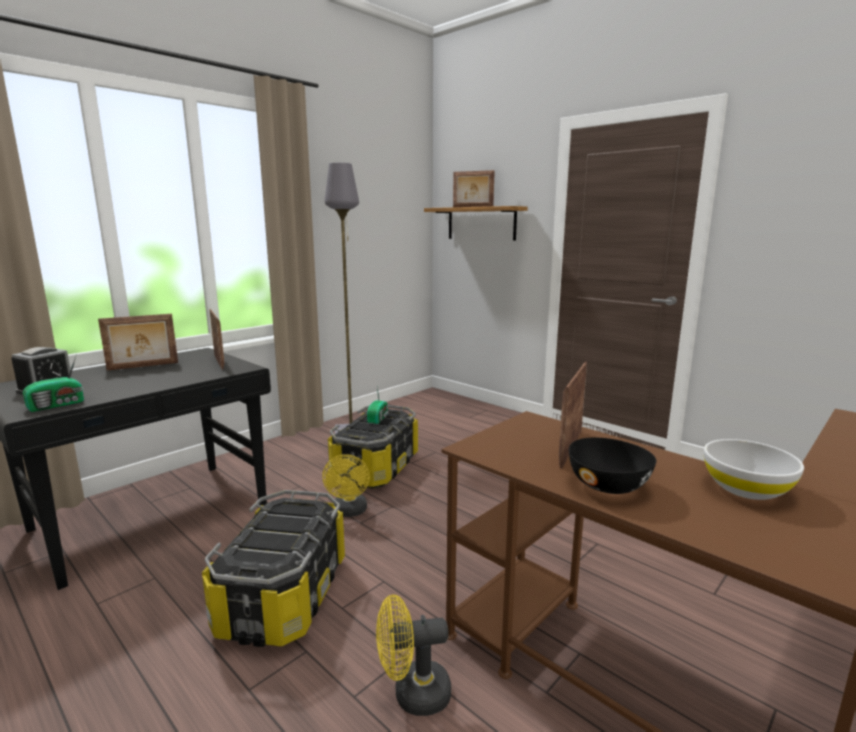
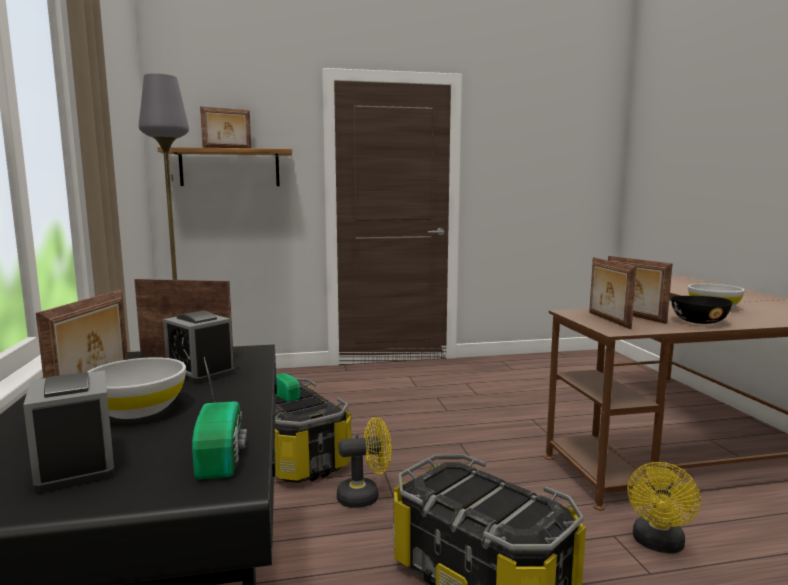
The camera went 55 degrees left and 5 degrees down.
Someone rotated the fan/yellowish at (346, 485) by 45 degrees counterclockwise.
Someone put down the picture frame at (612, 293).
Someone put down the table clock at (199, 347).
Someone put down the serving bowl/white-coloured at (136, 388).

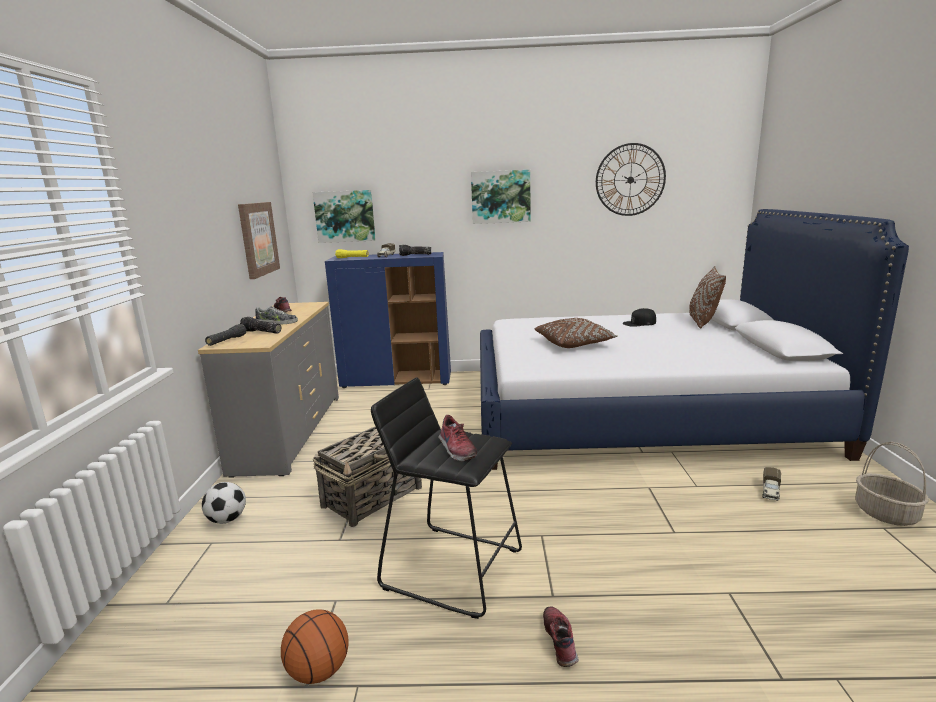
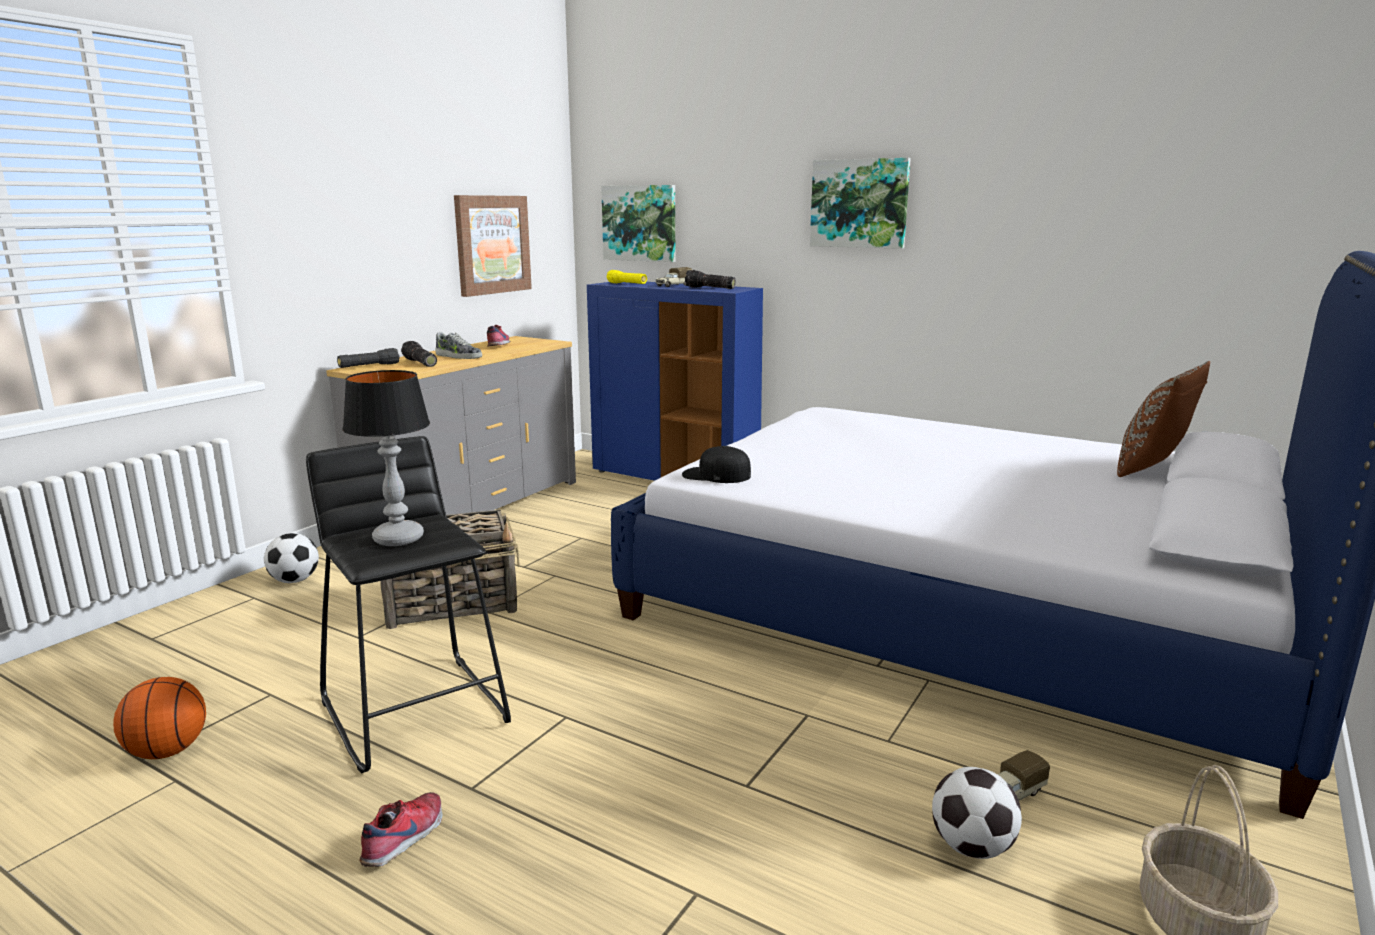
The camera went 30 degrees right and 0 degrees up.
Someone took away the clock on the wall at (631, 179).
Someone carried the peaked cap/black from (639, 317) to (716, 464).
Someone took away the pillow/brown at (576, 333).
Someone swapped the low shoe at (457, 438) for the tabletop lamp at (386, 458).
Someone put down the football ball at (977, 813).

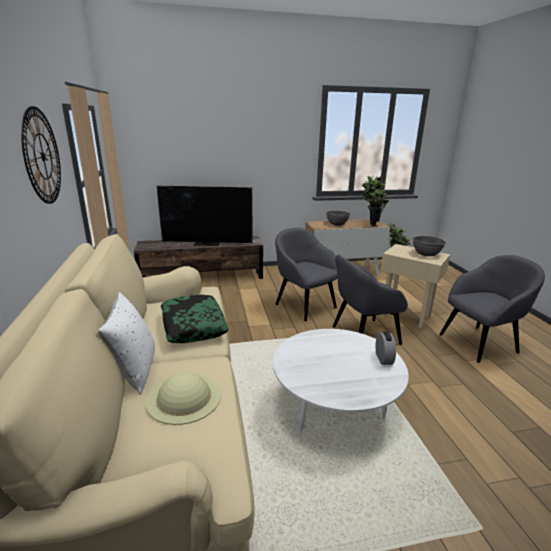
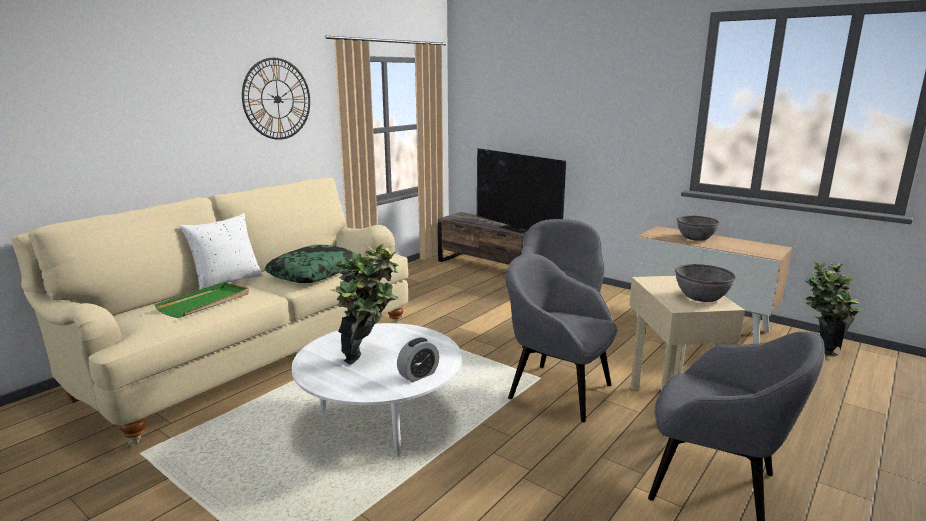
The camera went 50 degrees right and 5 degrees down.
Someone carried the houseplant from (375, 201) to (365, 304).
Someone swapped the clothing hat/beige at (183, 398) for the carrying tray/greenish at (201, 300).

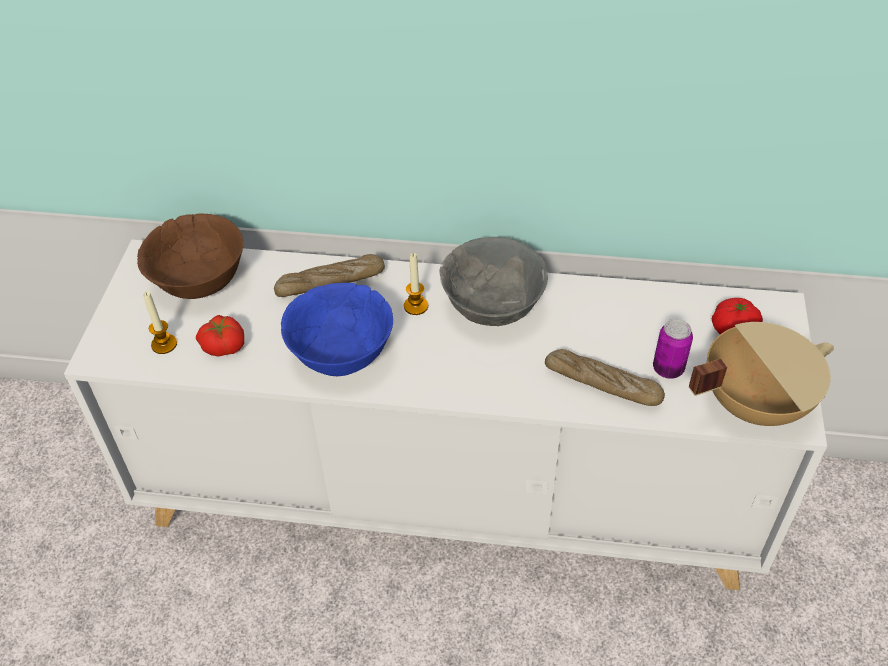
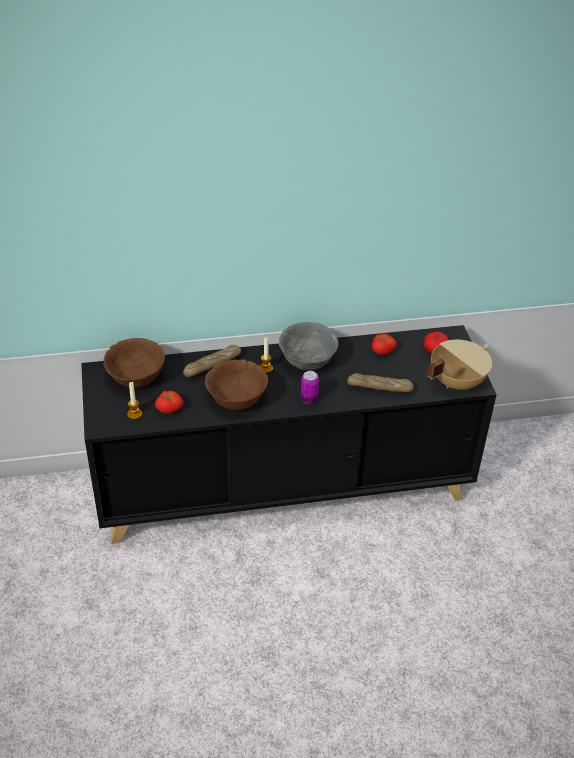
The camera went 20 degrees left and 5 degrees down.
Someone repainted the storage cabinet/white-coloured at (445, 415), which became the storage cabinet/black at (289, 434).
Someone repainted the serving bowl/bluish at (337, 329), which became the serving bowl/brown at (236, 384).
Someone carried the metal can from (673, 349) to (310, 387).
Someone put down the whole tomato at (384, 344).

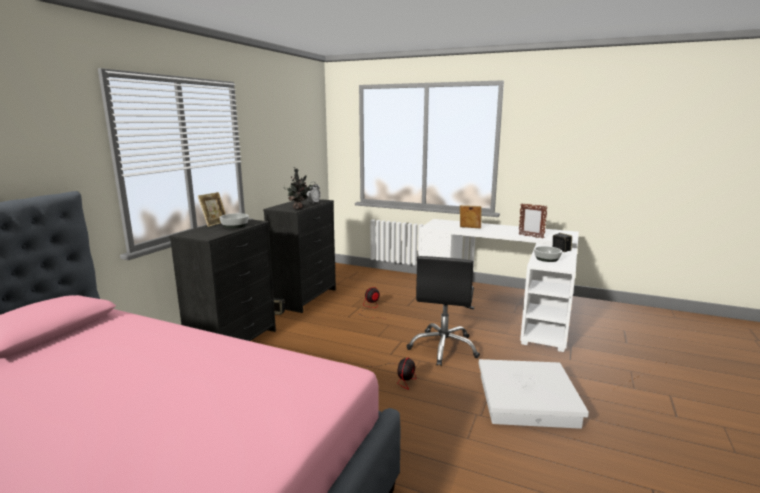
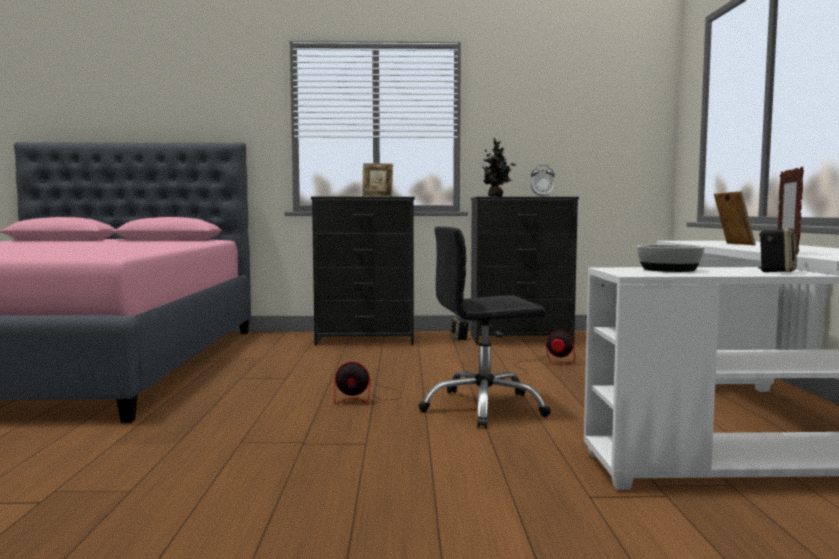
The camera went 65 degrees right and 10 degrees down.
Someone took away the serving bowl at (234, 221).
Someone took away the storage bin/white-coloured at (534, 394).

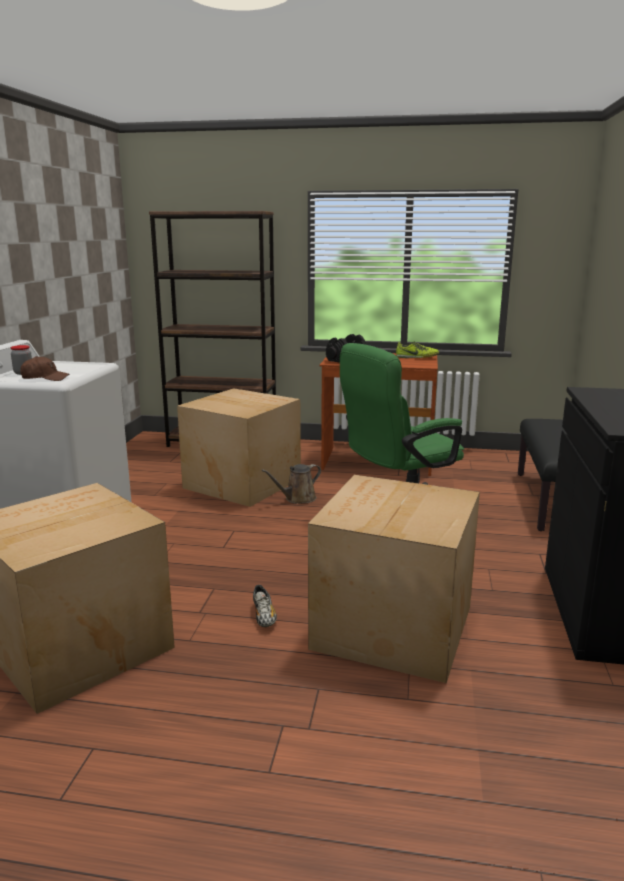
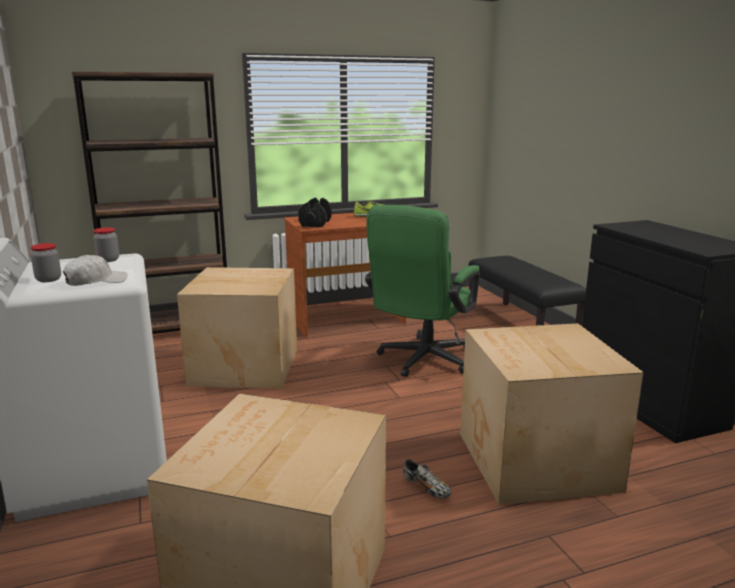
The camera went 30 degrees left and 0 degrees up.
Someone repainted the peaked cap/brown at (45, 368), which became the peaked cap/white-coloured at (95, 270).
Someone took away the watering pot/brown at (291, 484).
Someone put down the jar at (106, 244).

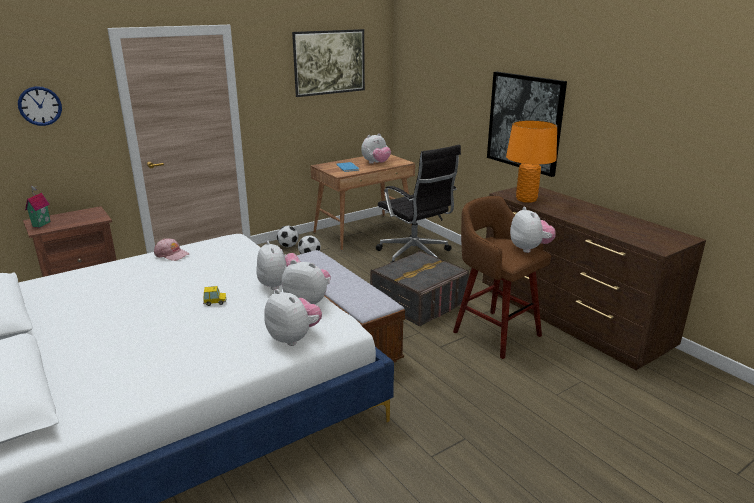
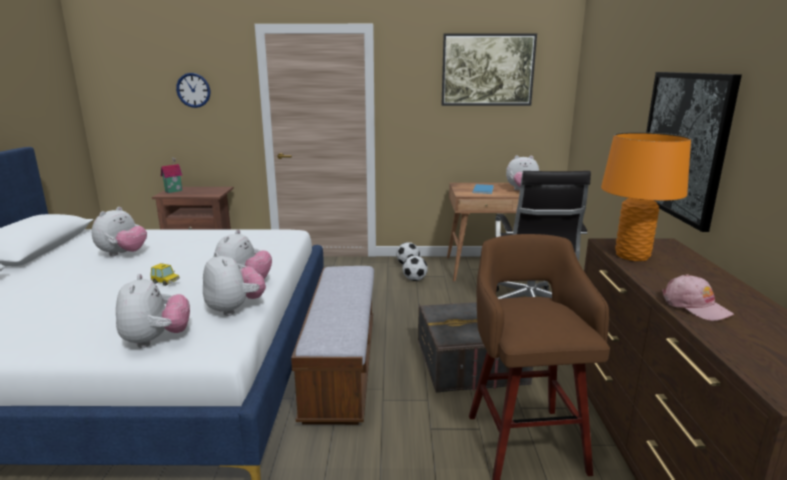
The camera went 35 degrees right and 5 degrees down.
Someone carried the cuddly toy from (533, 230) to (119, 231).
Someone carried the peaked cap/pink-coloured from (171, 249) to (698, 297).

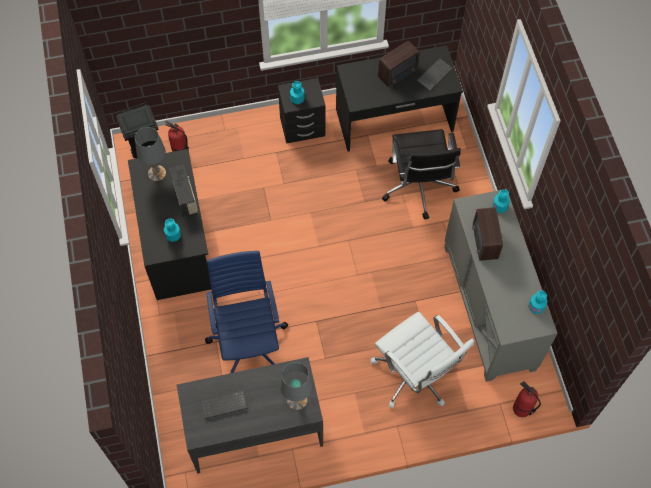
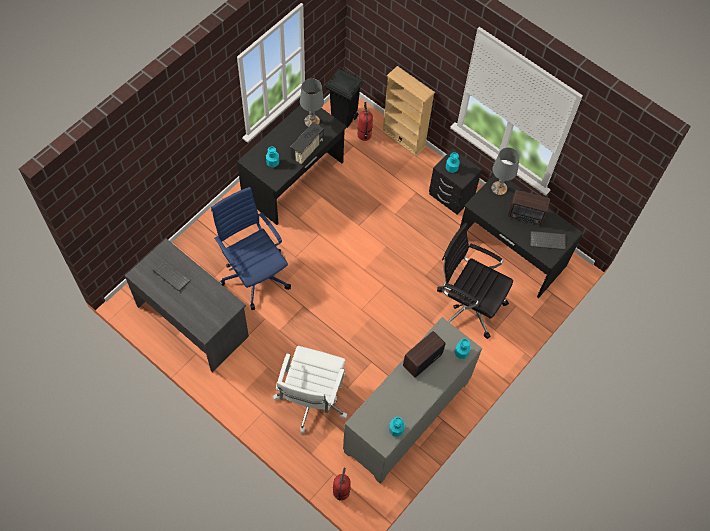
The camera went 50 degrees right and 0 degrees up.
Someone rotated the computer chair/black at (421, 174) by 75 degrees clockwise.
Someone rotated the computer chair/bluish at (246, 312) by 75 degrees counterclockwise.
Someone carried the tabletop lamp/gray from (296, 386) to (505, 171).
Someone put down the bookshelf/beige at (408, 111).

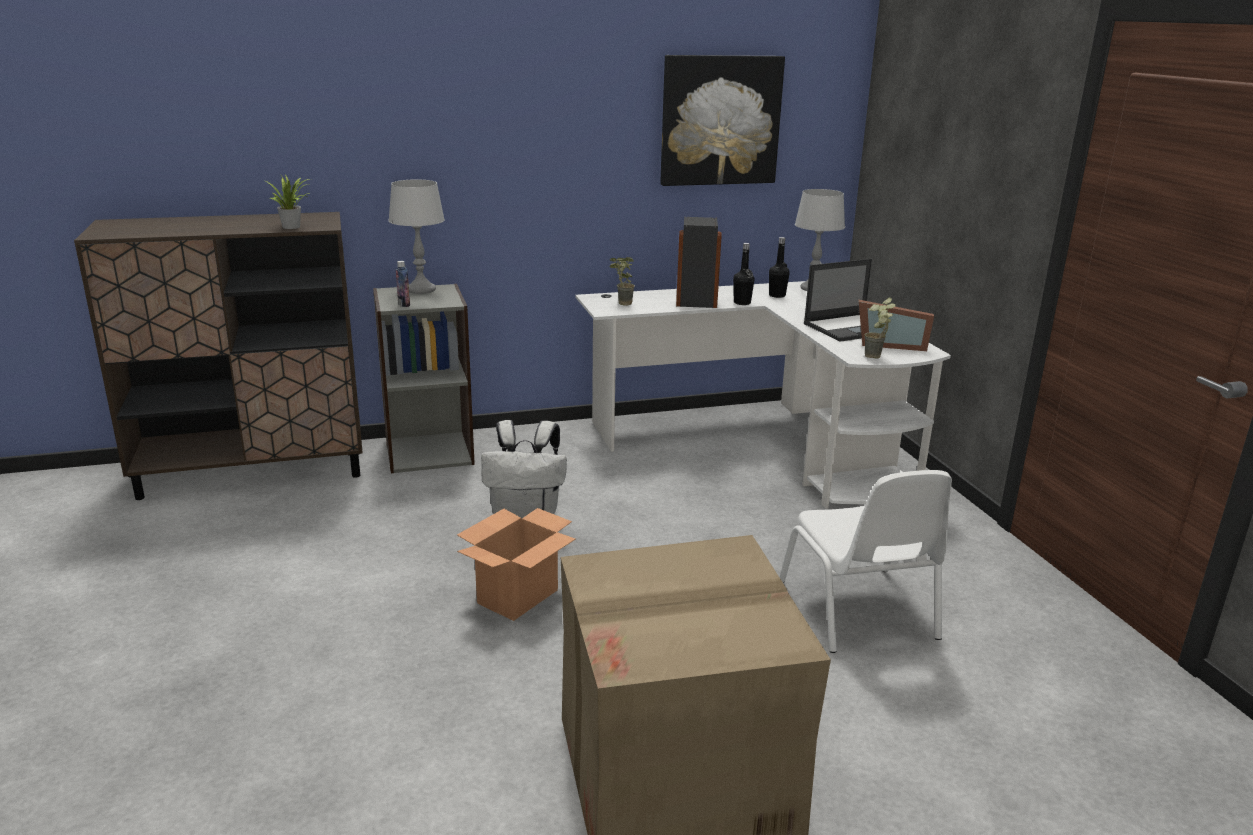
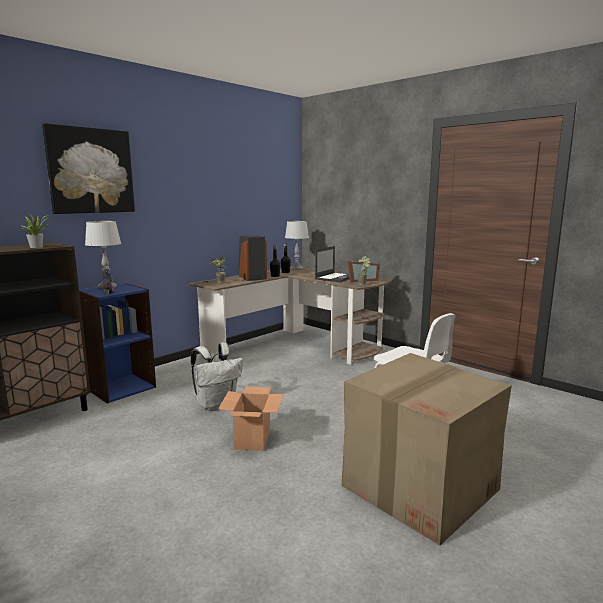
The camera went 30 degrees left and 10 degrees down.
Someone carried the wall picture from (722, 120) to (88, 168).
Someone repainted the desk/white-coloured at (763, 395), which became the desk/brown at (288, 316).
Someone repainted the bookshelf/gray at (424, 379), which became the bookshelf/bluish at (117, 343).

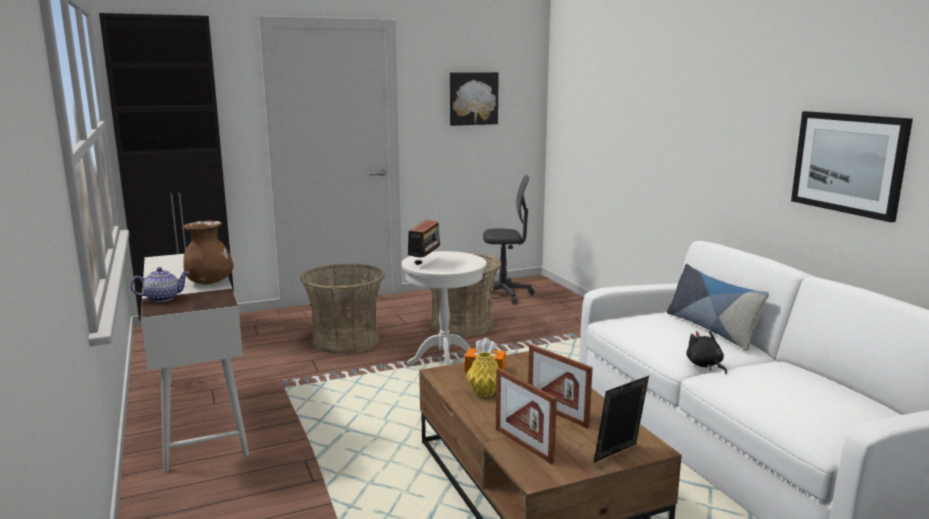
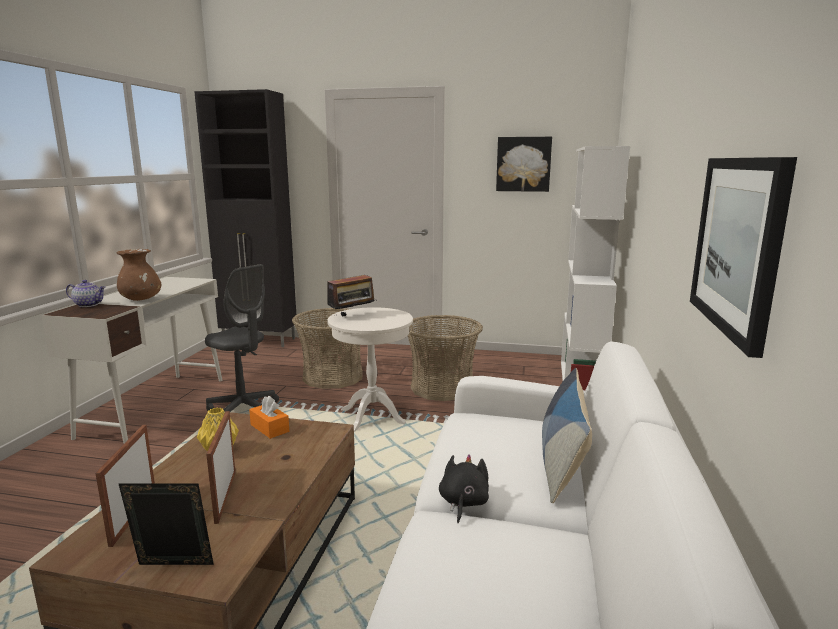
The camera went 35 degrees right and 0 degrees up.
Someone carried the computer chair/gray from (507, 239) to (242, 338).
Someone put down the bookshelf/white-coloured at (595, 268).

